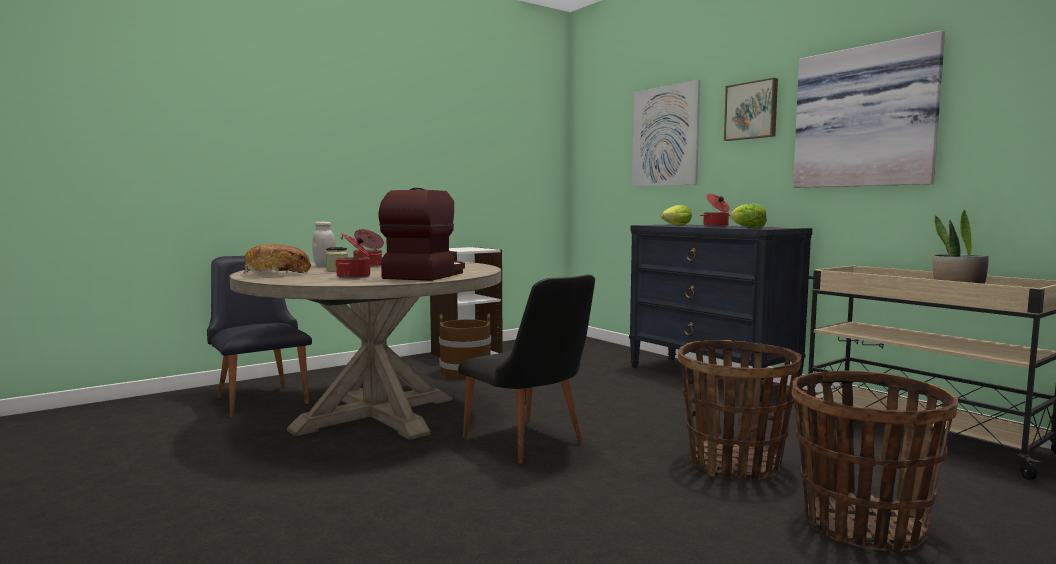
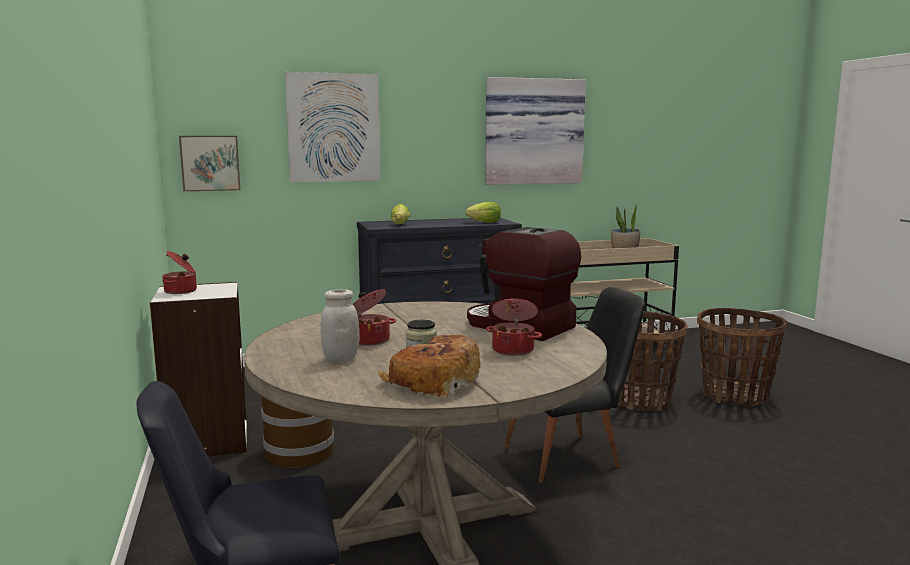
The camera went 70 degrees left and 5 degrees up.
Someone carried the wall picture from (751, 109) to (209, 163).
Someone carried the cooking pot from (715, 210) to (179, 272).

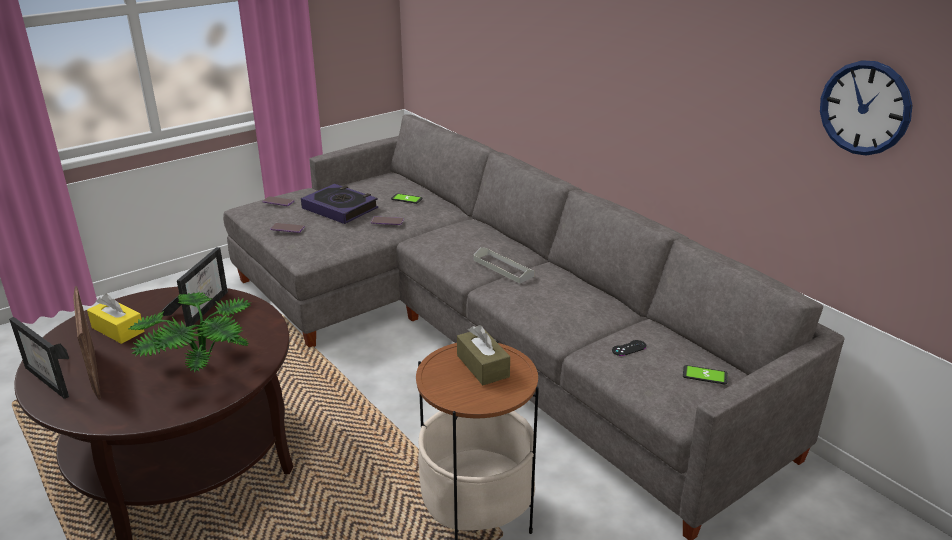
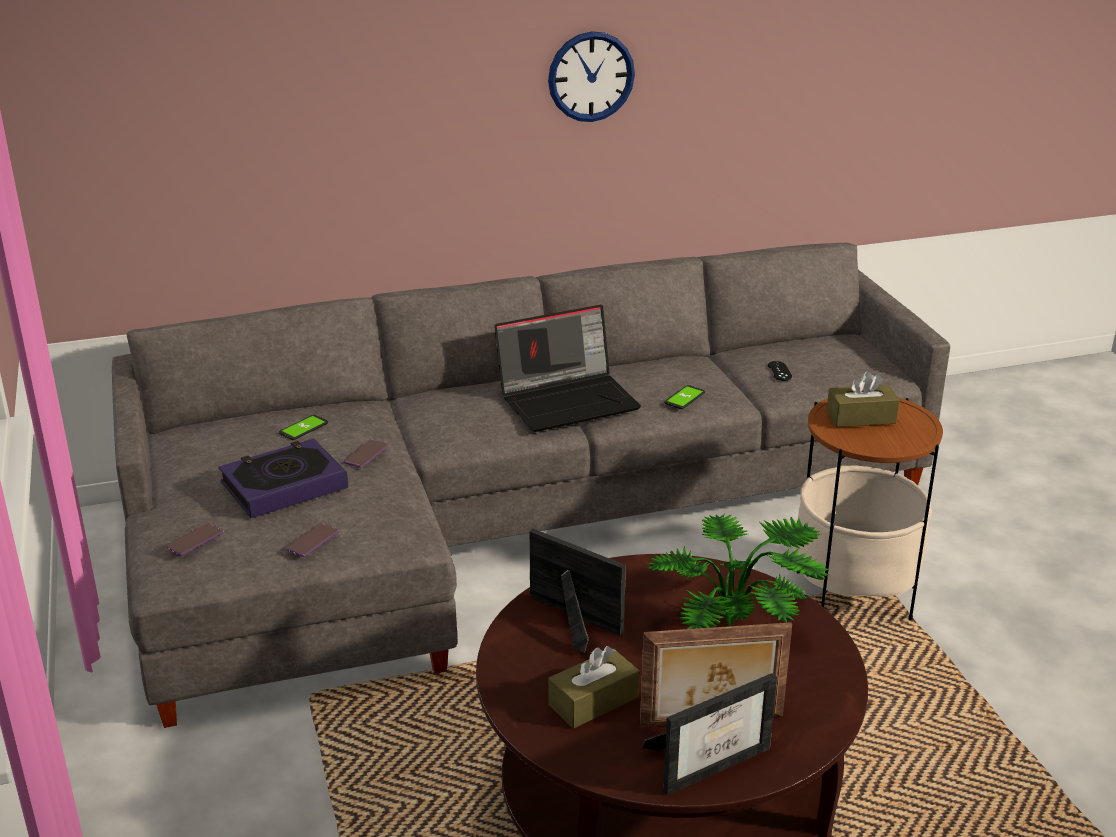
The camera went 70 degrees left and 0 degrees up.
Someone carried the clock on the wall from (866, 108) to (591, 76).
Someone swapped the carrying tray/gray at (504, 265) for the notebook computer at (567, 368).
Someone repainted the tissue holder/yellowish at (115, 319), which became the tissue holder/brown at (593, 687).
Someone carried the telephone from (705, 374) to (684, 397).

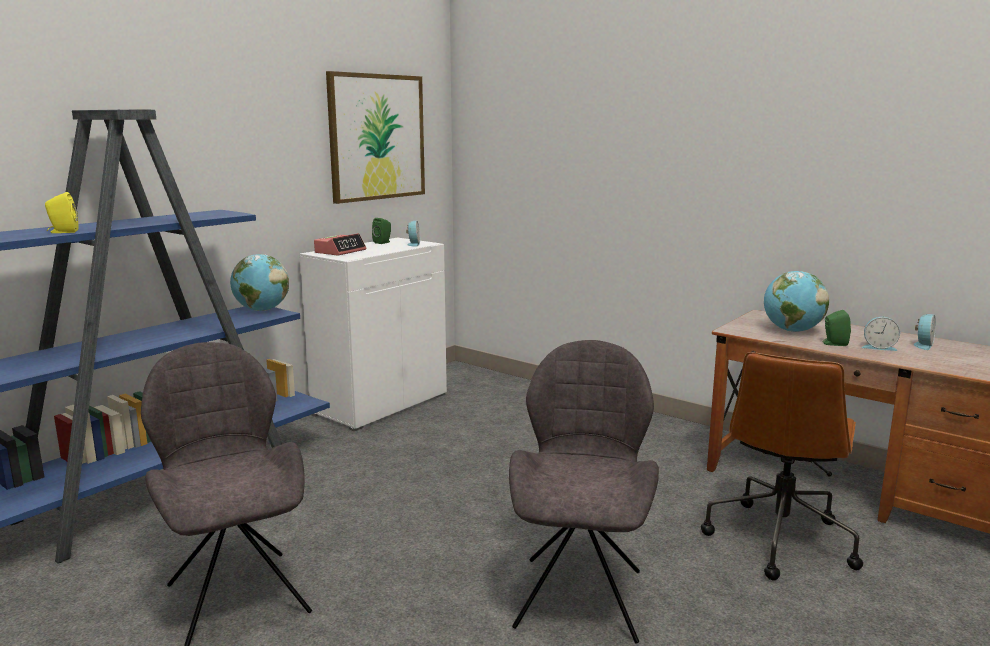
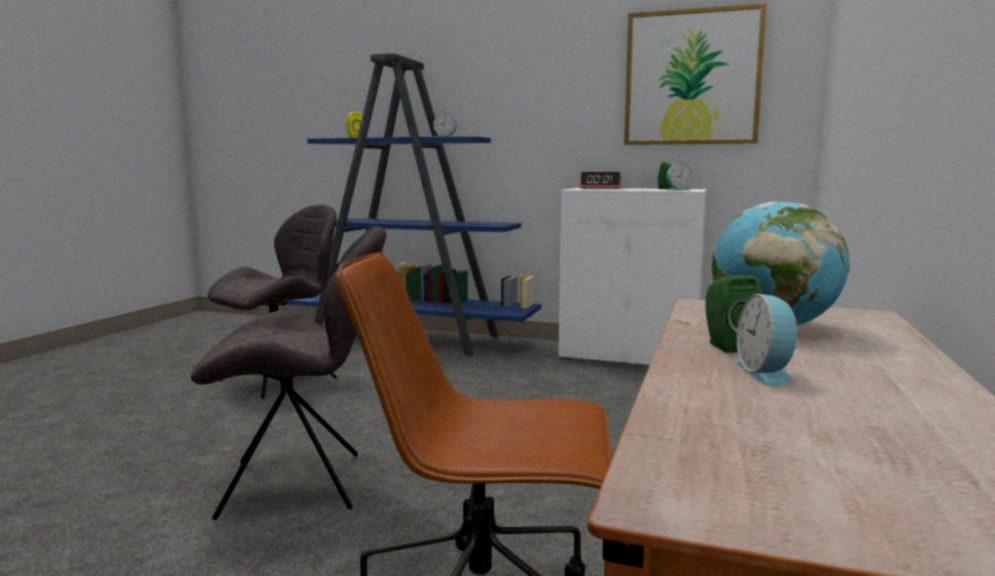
The camera went 70 degrees right and 5 degrees down.
Someone took away the desk globe at (259, 282).
Someone carried the table clock from (925, 332) to (445, 124).

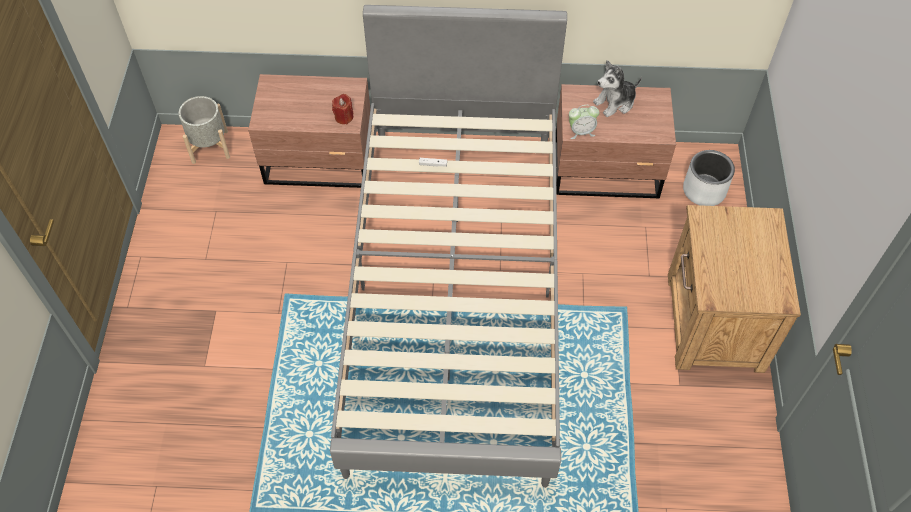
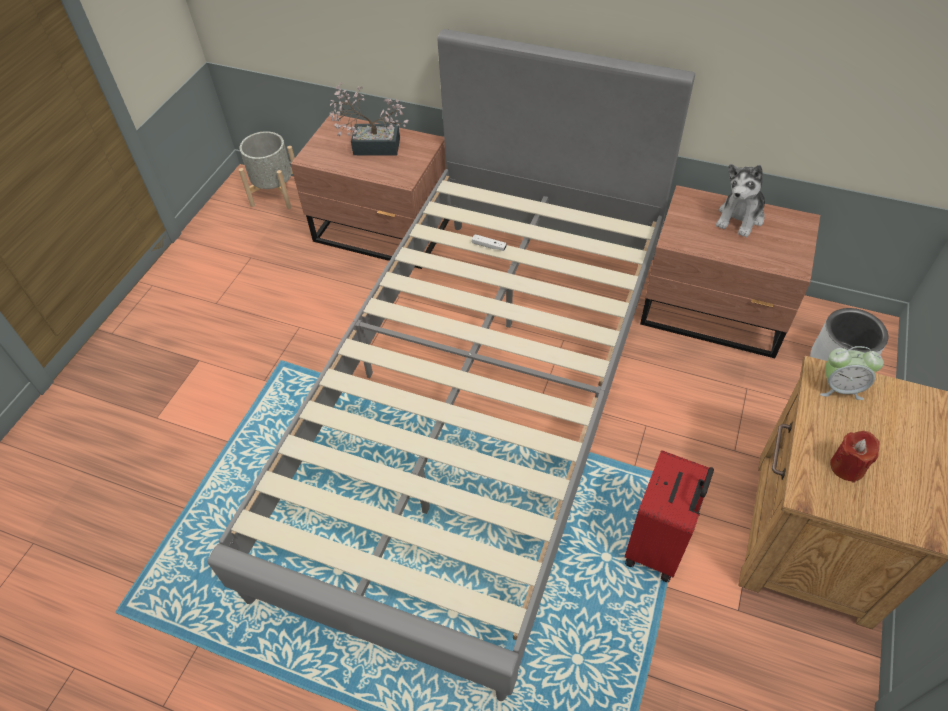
The camera went 20 degrees right and 5 degrees down.
Someone rotated the cuddly toy at (617, 88) by 45 degrees counterclockwise.
Someone carried the wax candle/red from (343, 109) to (855, 457).
Someone carried the table clock from (584, 122) to (852, 373).
Someone put down the houseplant at (369, 119).
Someone put down the suitcase/red at (669, 516).

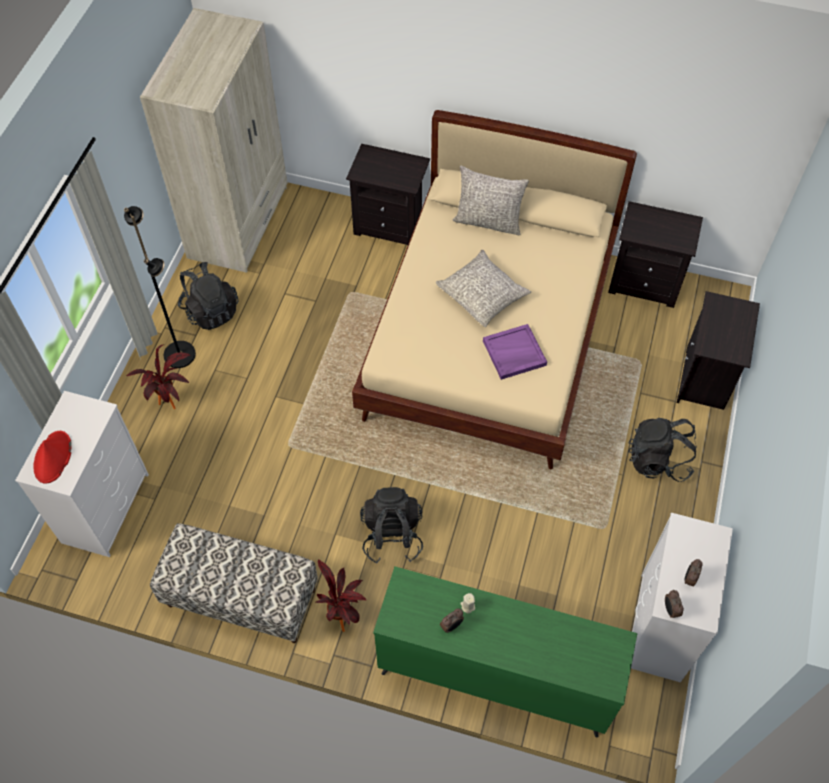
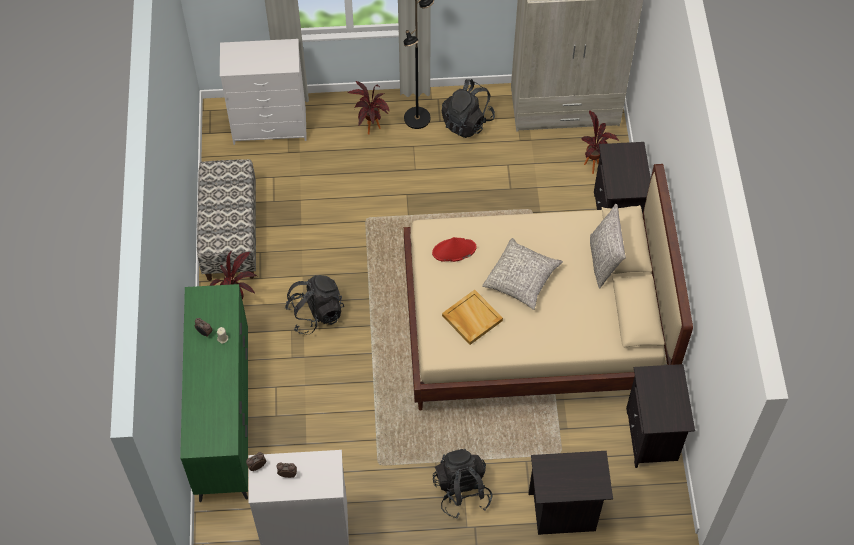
The camera went 70 degrees right and 0 degrees up.
Someone repainted the carrying tray/purple-coloured at (515, 352), which became the carrying tray/beige at (472, 317).
Someone carried the clothing hat/red from (53, 457) to (454, 249).
Someone put down the houseplant at (600, 142).

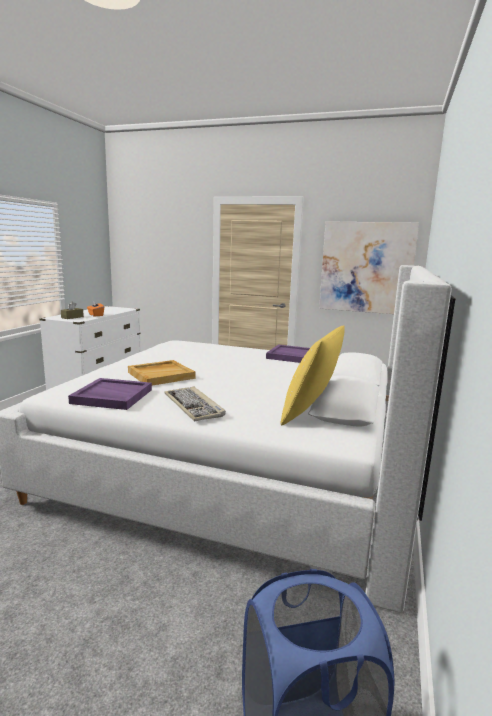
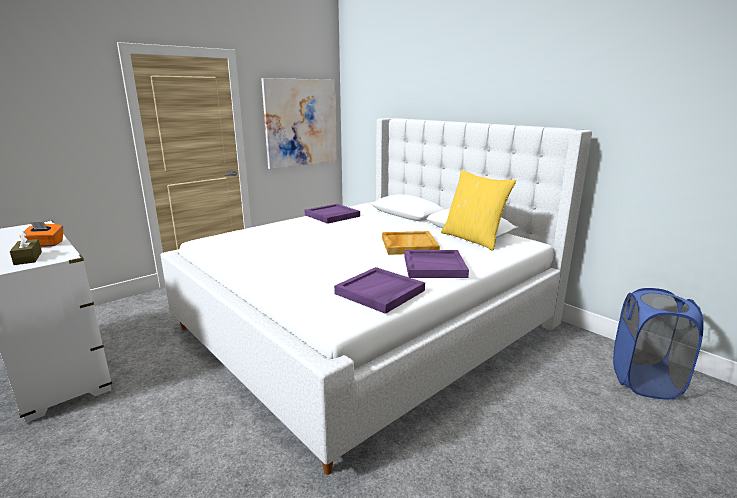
The camera went 60 degrees left and 5 degrees up.
Someone carried the carrying tray/beige from (161, 373) to (411, 243).
Someone swapped the PC keyboard at (195, 403) for the carrying tray/purple-coloured at (436, 264).

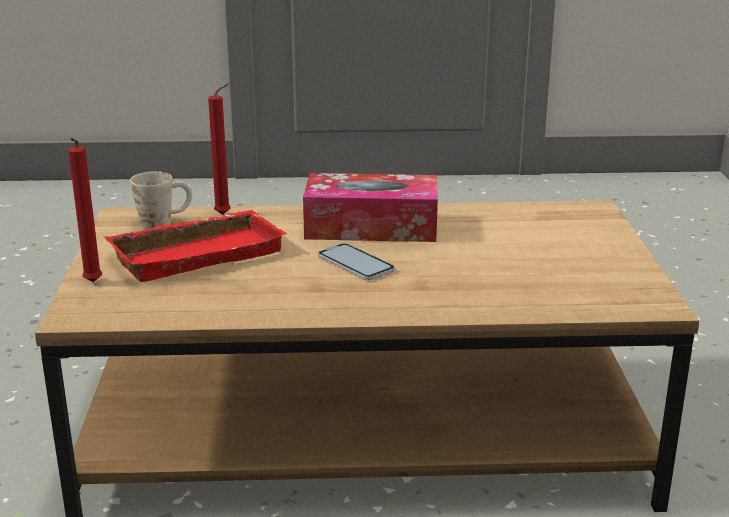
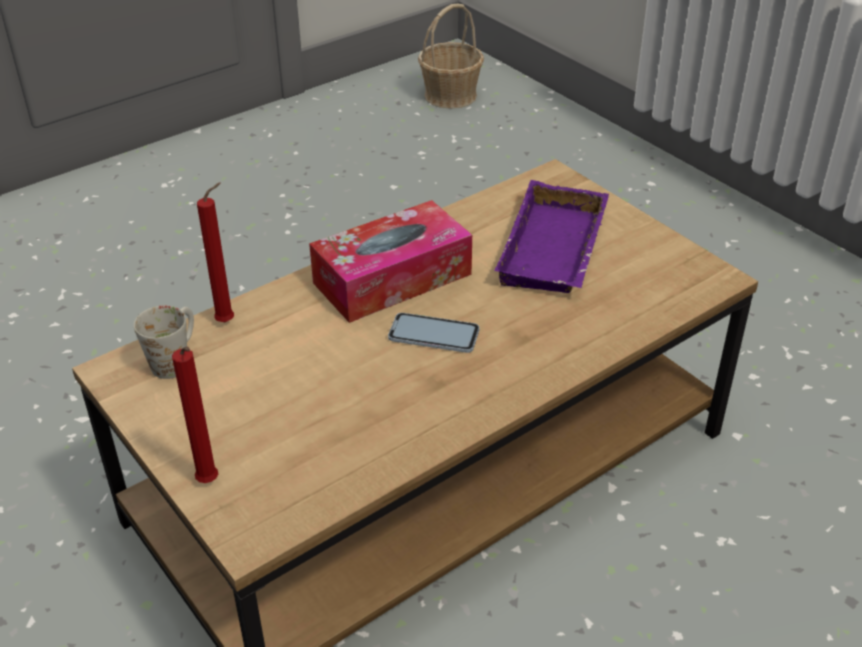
The camera went 35 degrees left and 15 degrees up.
Someone took away the carrying tray/red at (196, 246).
Someone put down the basket at (451, 56).
Someone put down the carrying tray/purple-coloured at (551, 236).

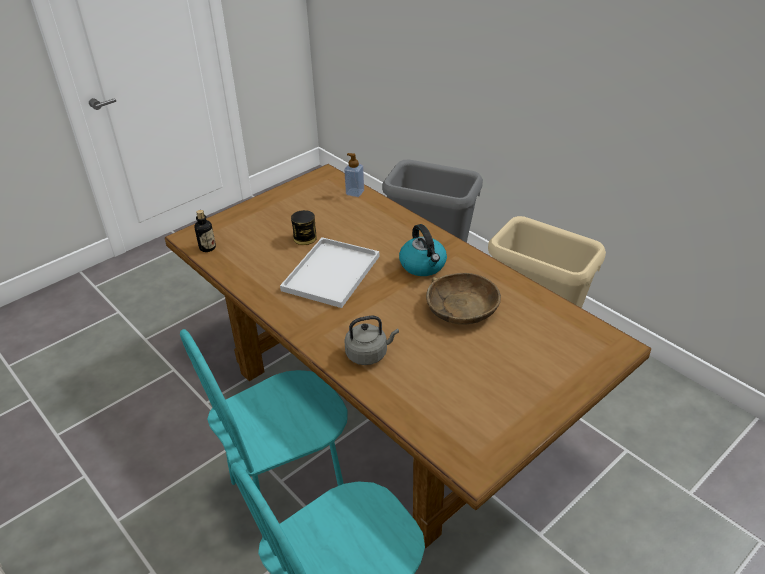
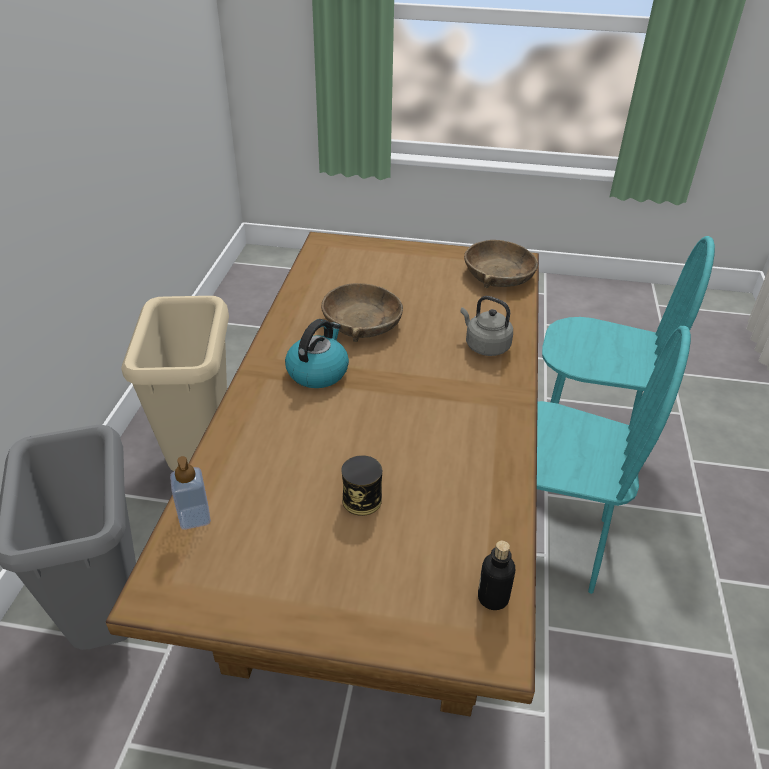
The camera went 130 degrees left and 0 degrees up.
Someone took away the carrying tray/white-coloured at (329, 272).
Someone put down the serving bowl/brown at (501, 264).

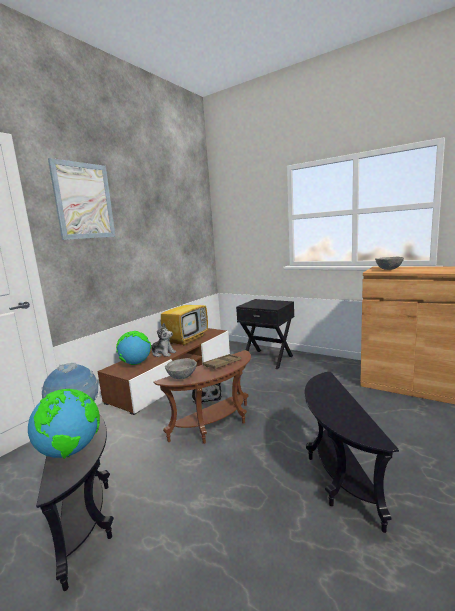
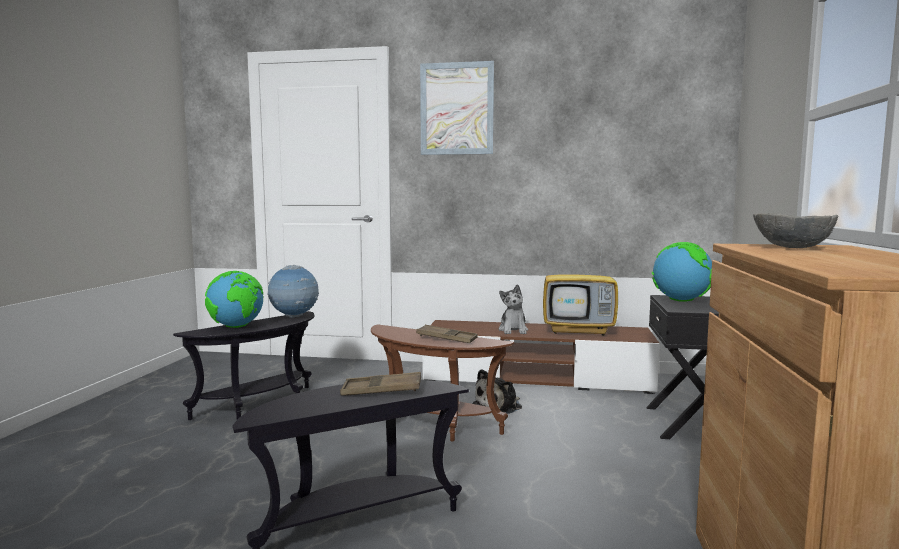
The camera went 65 degrees right and 5 degrees down.
Someone carried the desk globe from (133, 348) to (682, 272).
Someone took away the serving bowl/gray at (181, 368).
Someone put down the carrying tray/brown at (380, 383).

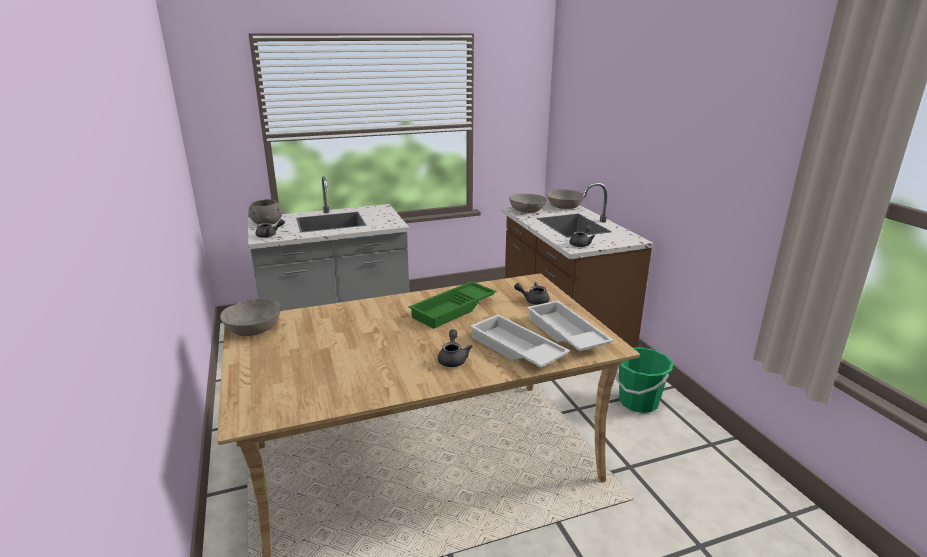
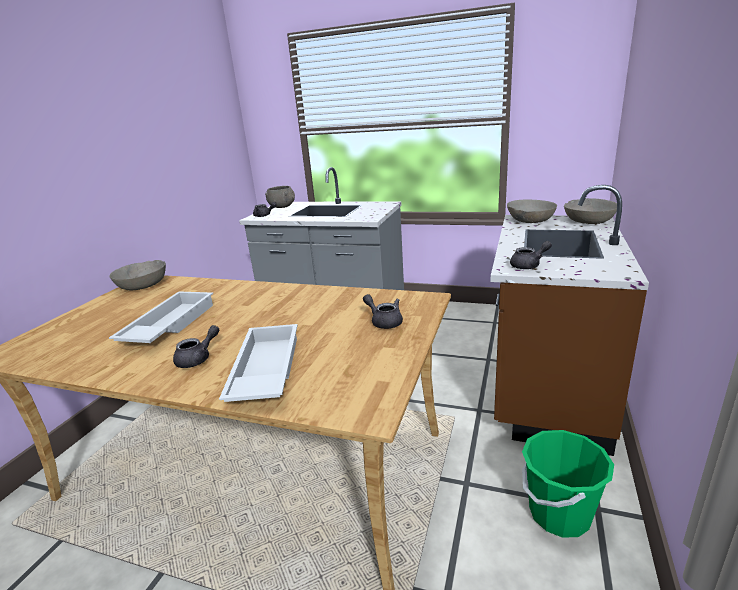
The camera went 40 degrees right and 0 degrees up.
Someone took away the carrying tray/greenish at (453, 305).
Someone carried the carrying tray/white-coloured from (570, 325) to (161, 317).

